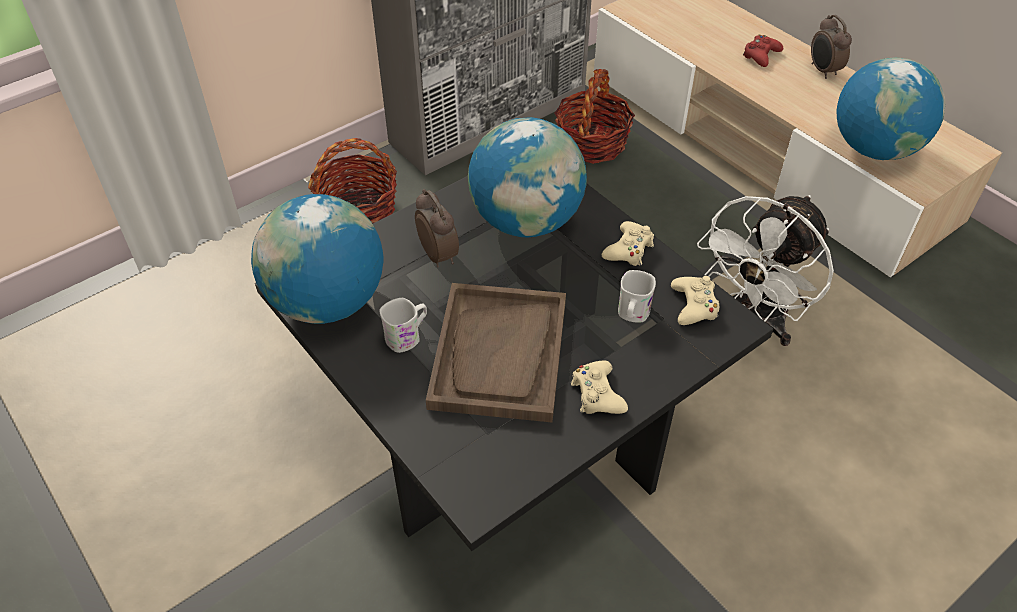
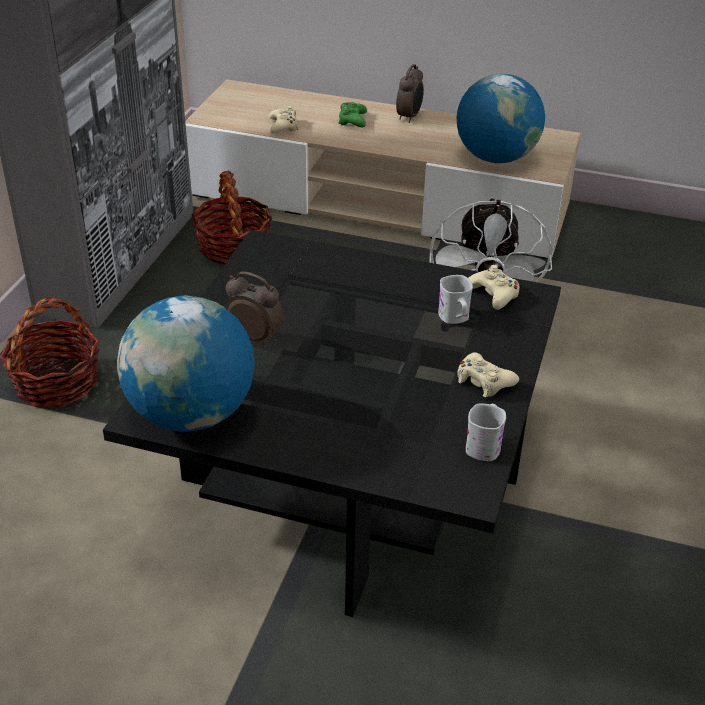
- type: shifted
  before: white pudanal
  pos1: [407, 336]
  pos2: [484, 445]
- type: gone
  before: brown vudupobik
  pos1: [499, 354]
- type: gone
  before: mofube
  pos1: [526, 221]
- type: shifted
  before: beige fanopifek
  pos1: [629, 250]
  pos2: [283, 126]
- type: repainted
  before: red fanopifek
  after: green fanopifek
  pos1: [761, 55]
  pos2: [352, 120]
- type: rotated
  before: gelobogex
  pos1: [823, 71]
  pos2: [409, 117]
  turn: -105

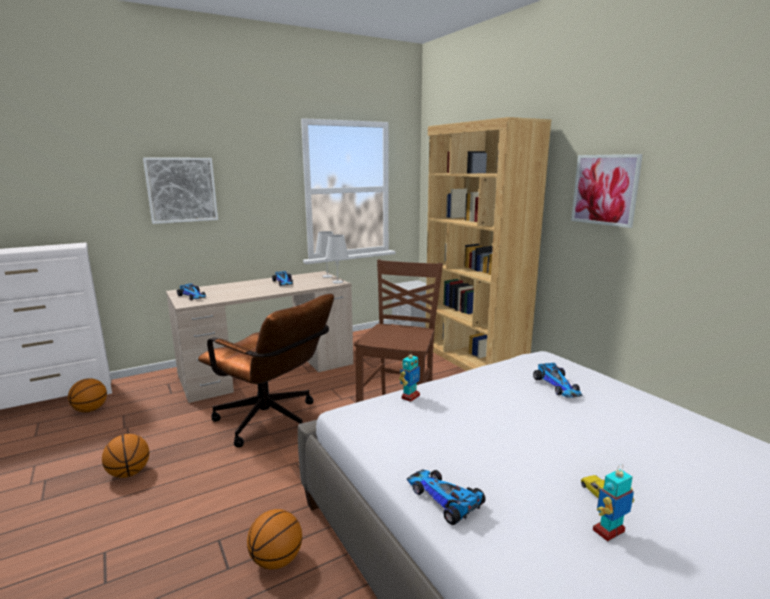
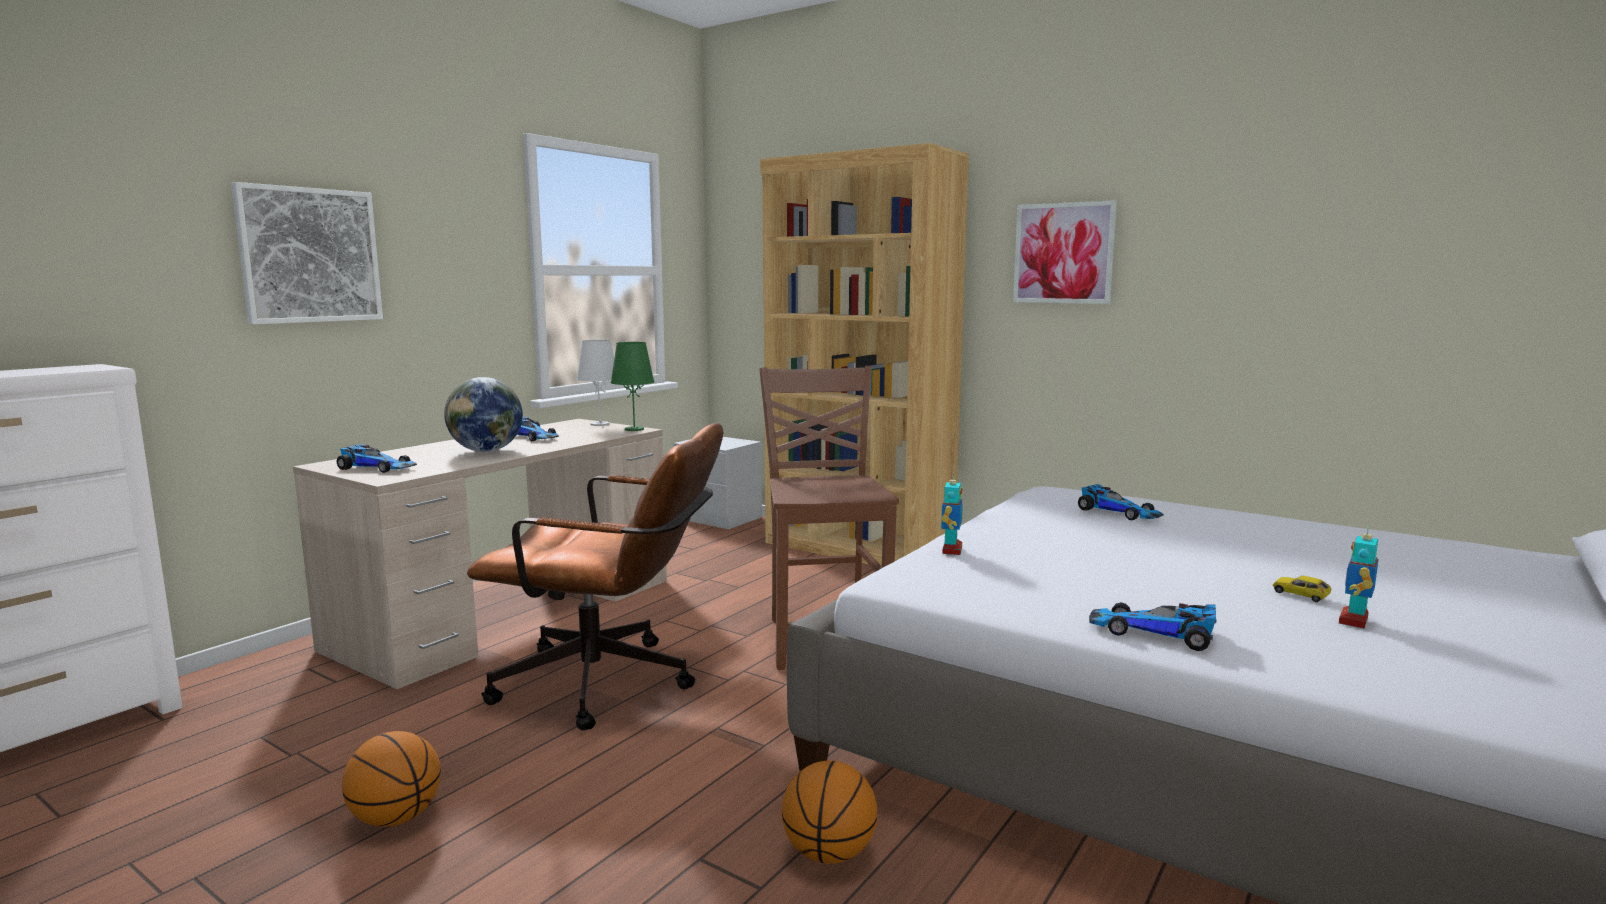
- type: gone
  before: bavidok
  pos1: [90, 410]
- type: repainted
  before: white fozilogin
  after: green fozilogin
  pos1: [337, 282]
  pos2: [634, 429]
- type: new
  after: mofube
  pos2: [486, 451]

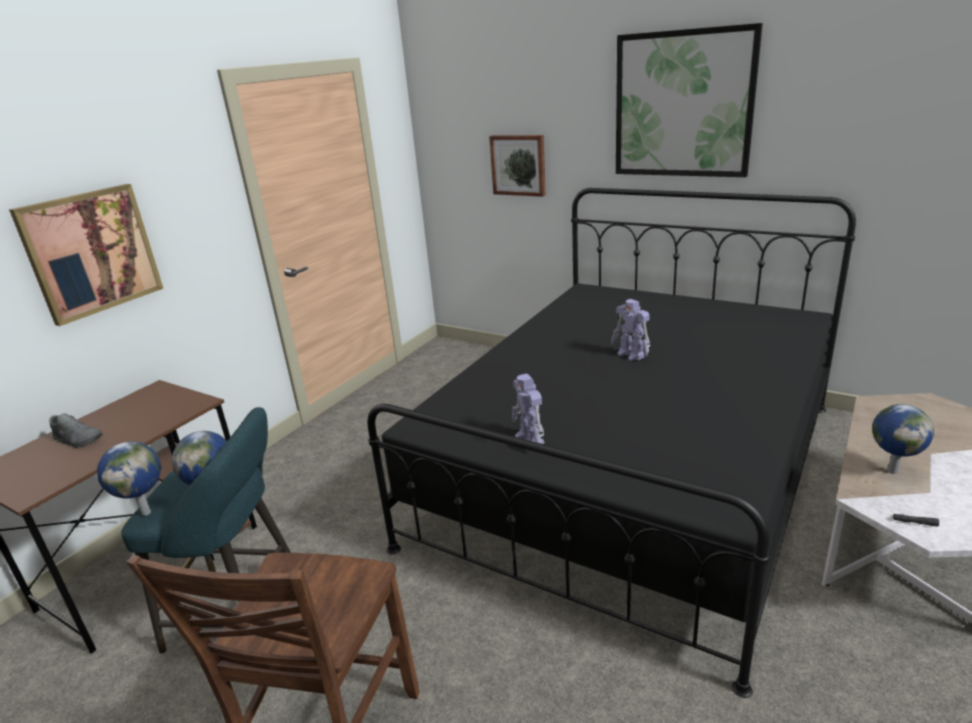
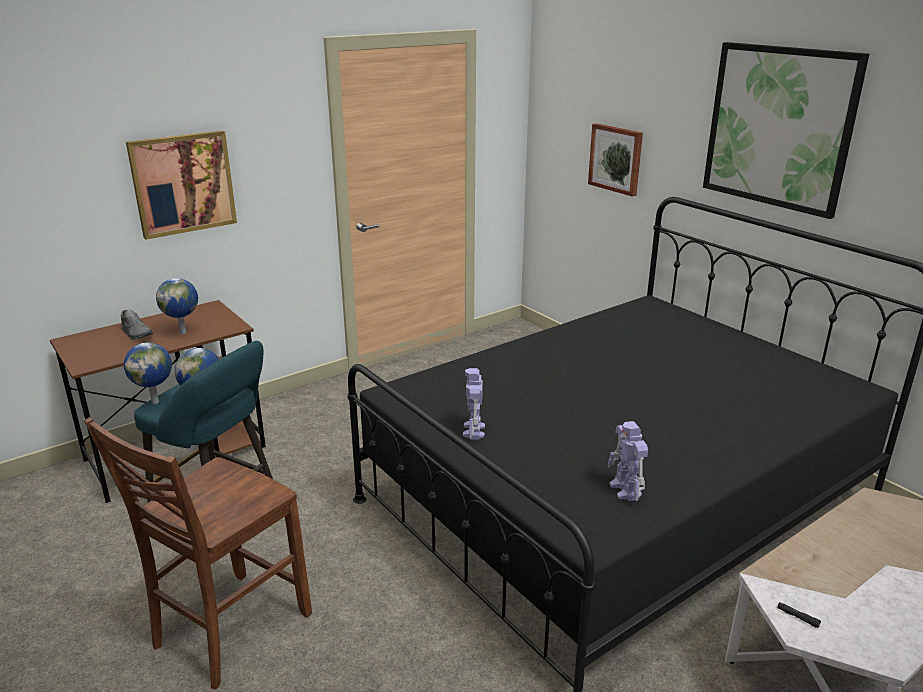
- type: shifted
  before: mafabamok
  pos1: [631, 355]
  pos2: [625, 490]
- type: shifted
  before: mofube
  pos1: [892, 470]
  pos2: [184, 332]

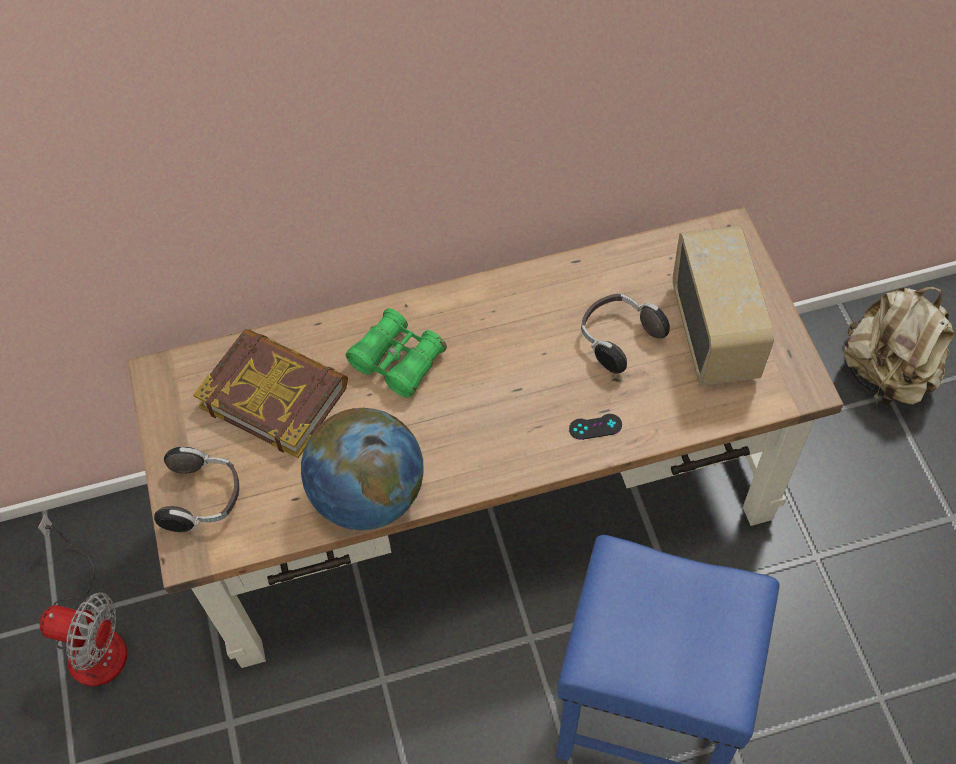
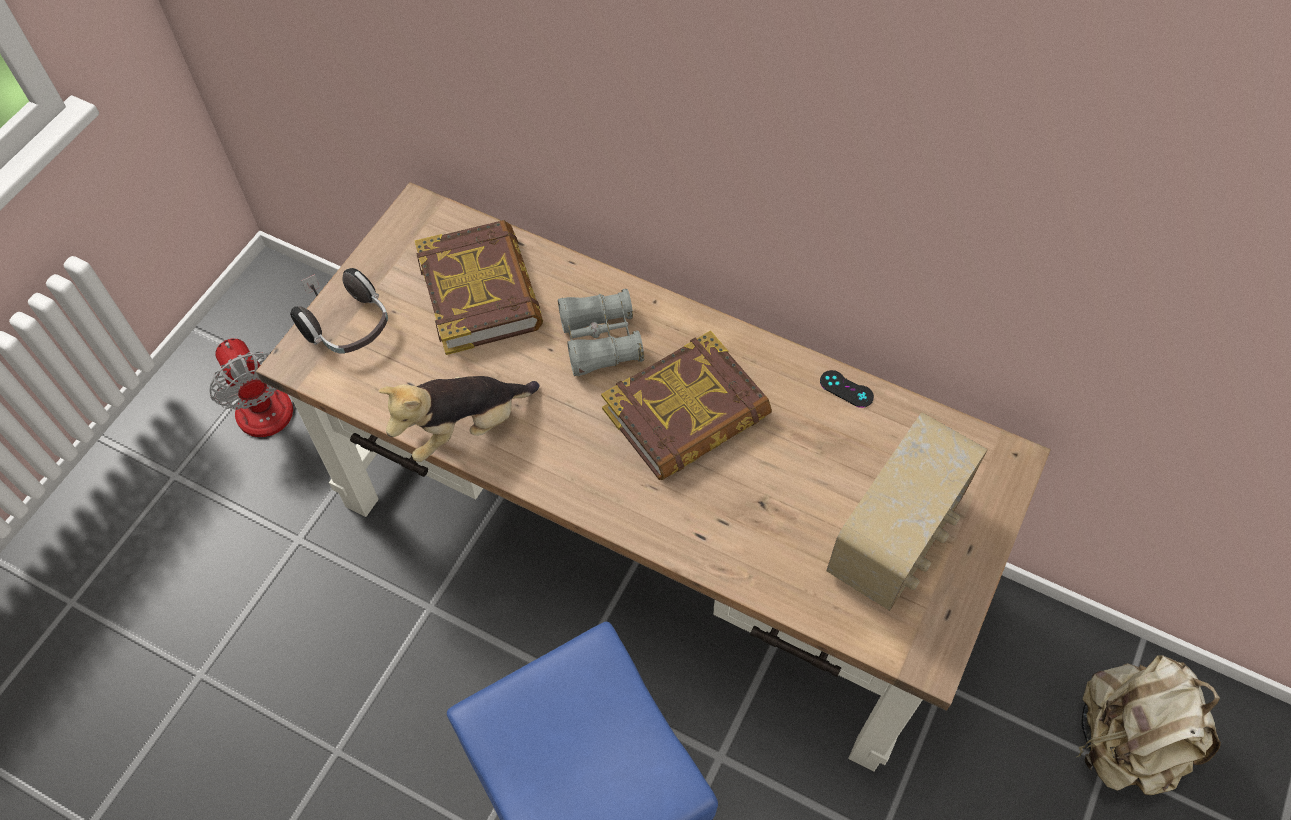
- type: swapped
  before: mofube
  after: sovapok
  pos1: [369, 495]
  pos2: [465, 428]
- type: repainted
  before: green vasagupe
  after: grey vasagupe
  pos1: [398, 361]
  pos2: [600, 341]
- type: shifted
  before: black fanopifek
  pos1: [595, 427]
  pos2: [846, 389]
- type: gone
  before: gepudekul
  pos1: [618, 338]
- type: new
  after: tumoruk
  pos2: [686, 414]

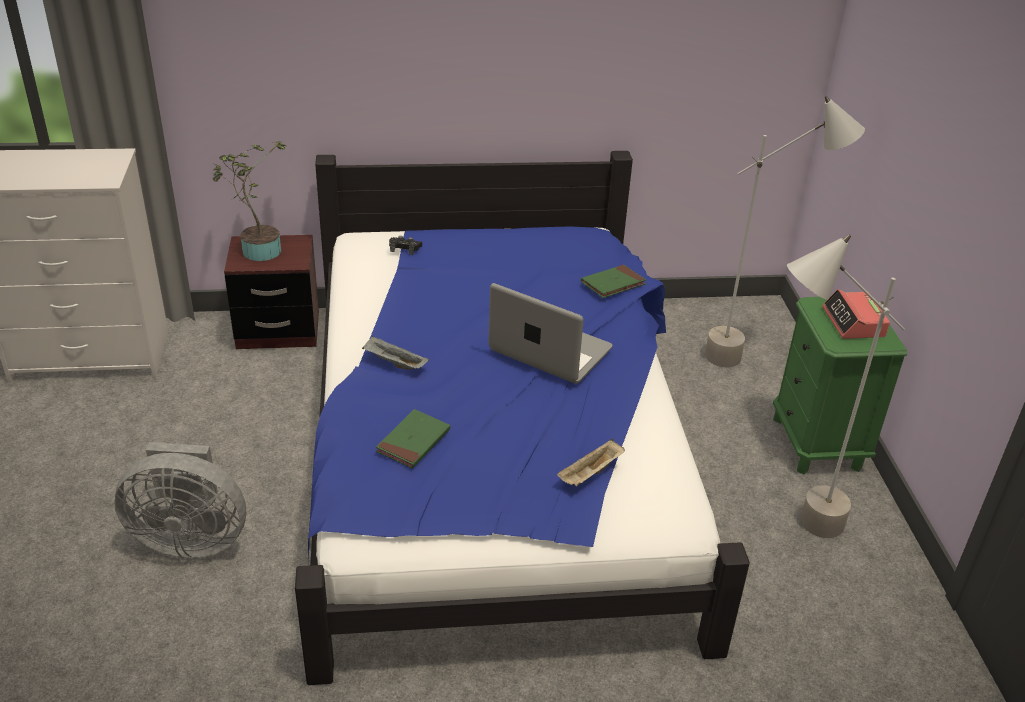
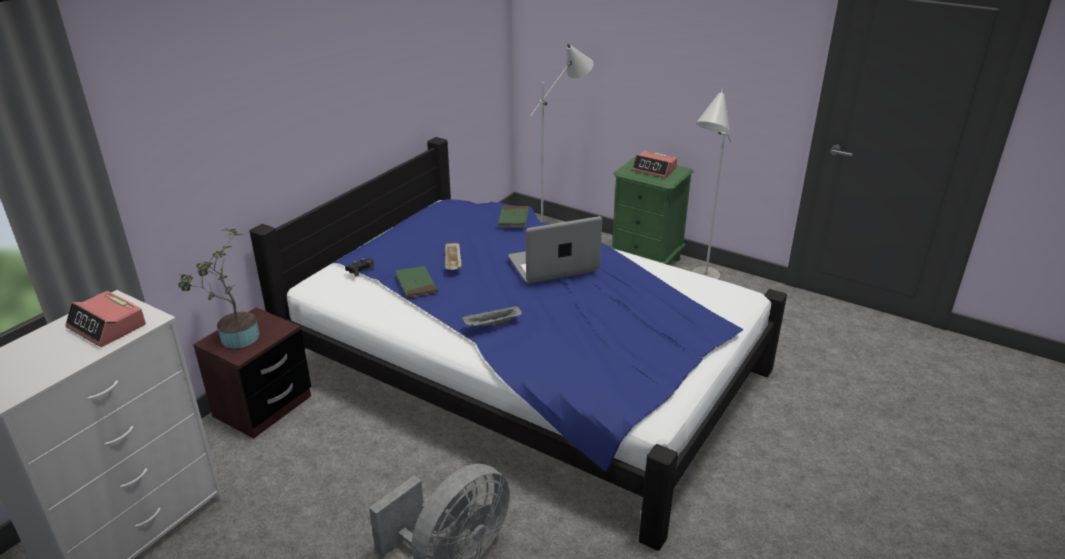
- type: shifted
  before: green tumoruk
  pos1: [413, 441]
  pos2: [416, 284]
- type: shifted
  before: beige vudupobik
  pos1: [590, 474]
  pos2: [453, 264]
- type: new
  after: gelobogex
  pos2: [107, 326]

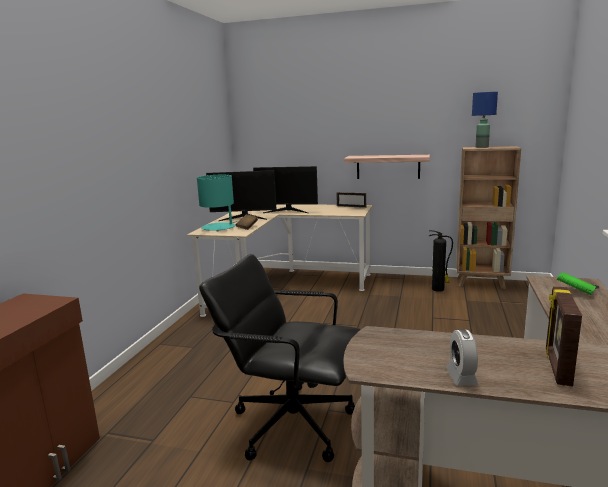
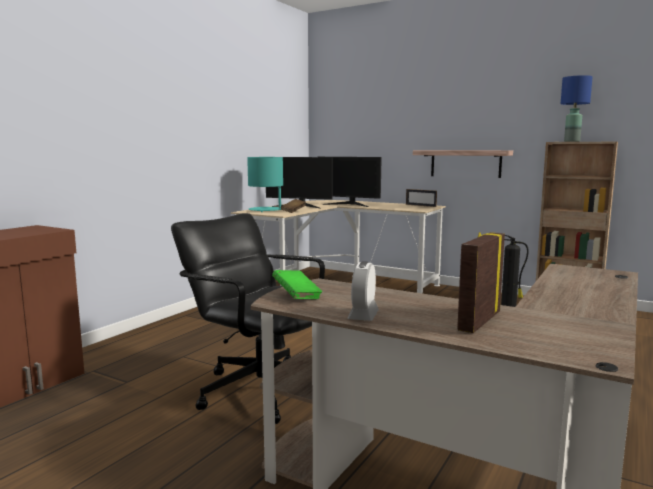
- type: shifted
  before: green tumoruk
  pos1: [575, 292]
  pos2: [297, 296]

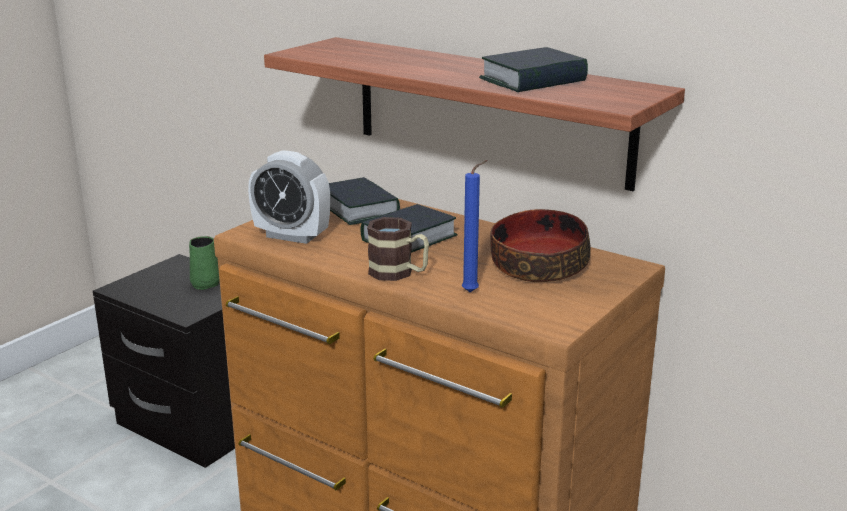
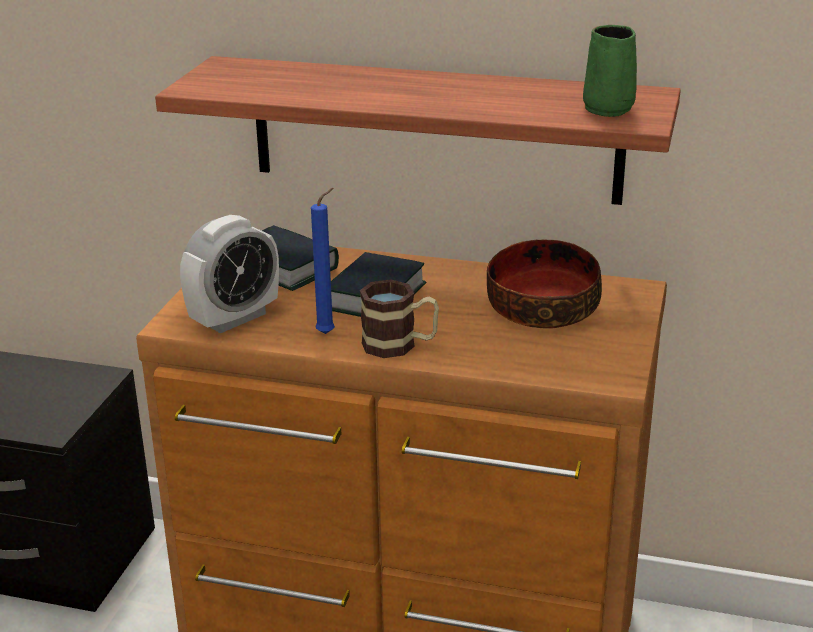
- type: shifted
  before: green pudanal
  pos1: [207, 283]
  pos2: [608, 108]
- type: rotated
  before: gelobogex
  pos1: [291, 236]
  pos2: [234, 318]
  turn: -45
- type: shifted
  before: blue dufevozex
  pos1: [473, 292]
  pos2: [328, 333]
- type: gone
  before: tumoruk
  pos1: [533, 80]

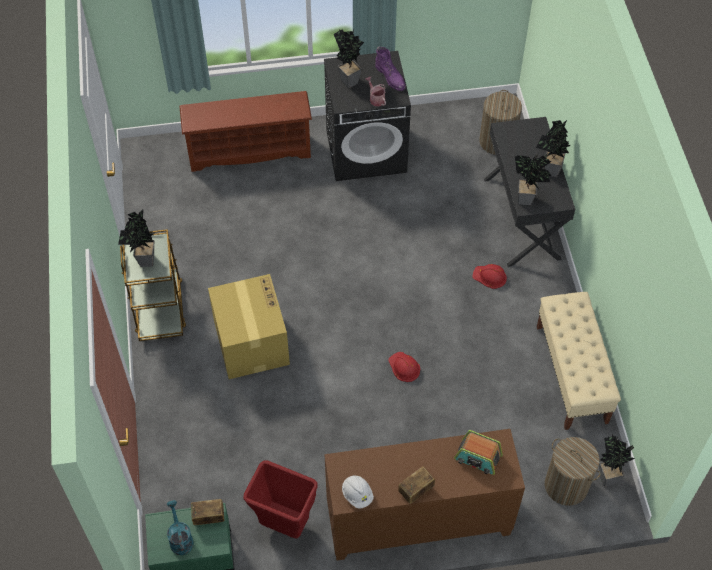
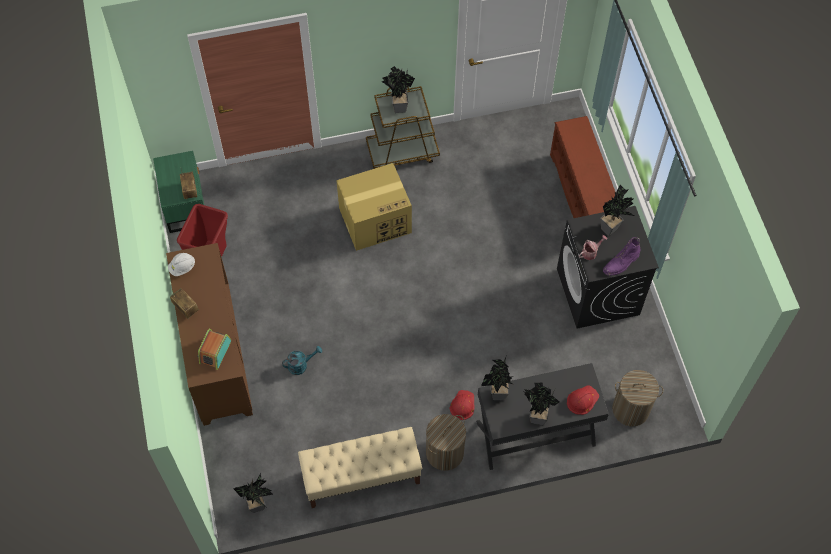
- type: shifted
  before: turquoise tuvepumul
  pos1: [180, 538]
  pos2: [301, 365]
- type: shifted
  before: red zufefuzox
  pos1: [404, 367]
  pos2: [582, 400]
- type: shifted
  before: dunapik
  pos1: [566, 485]
  pos2: [444, 453]

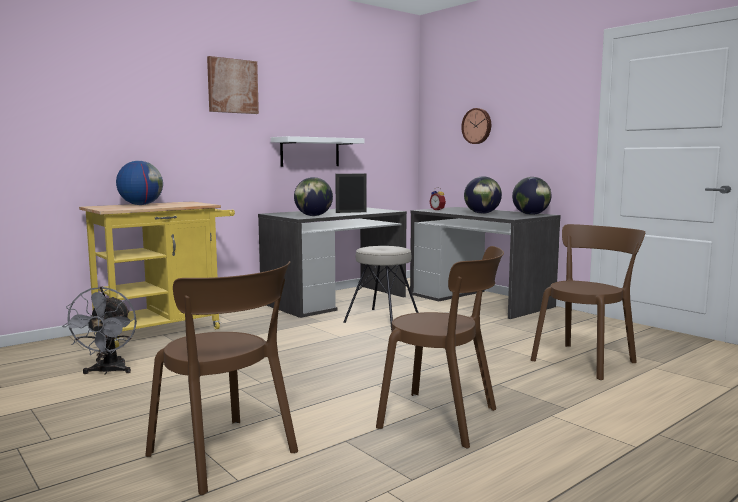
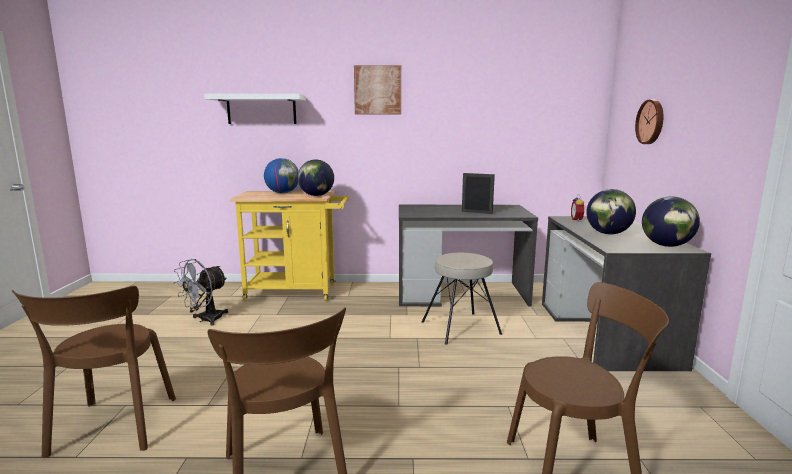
- type: shifted
  before: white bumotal
  pos1: [310, 152]
  pos2: [261, 109]
- type: shifted
  before: mofube
  pos1: [313, 216]
  pos2: [316, 195]

